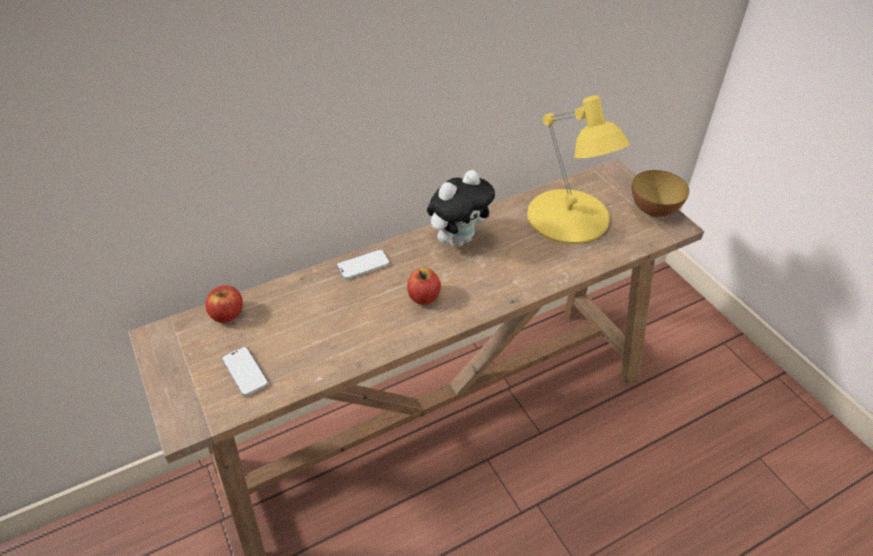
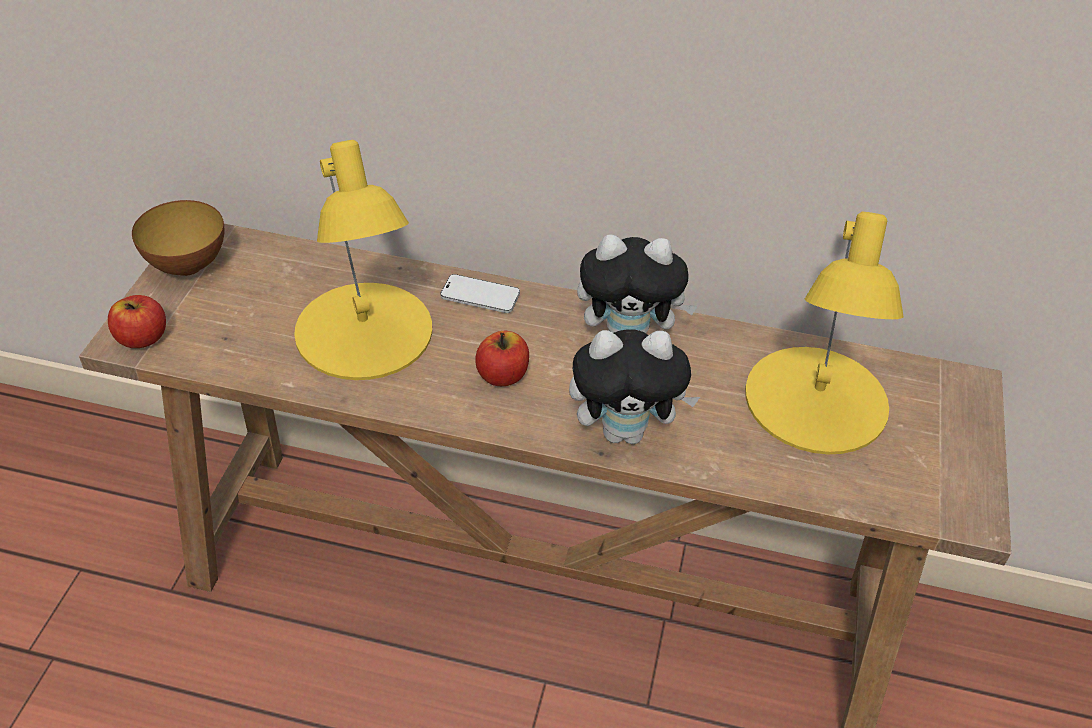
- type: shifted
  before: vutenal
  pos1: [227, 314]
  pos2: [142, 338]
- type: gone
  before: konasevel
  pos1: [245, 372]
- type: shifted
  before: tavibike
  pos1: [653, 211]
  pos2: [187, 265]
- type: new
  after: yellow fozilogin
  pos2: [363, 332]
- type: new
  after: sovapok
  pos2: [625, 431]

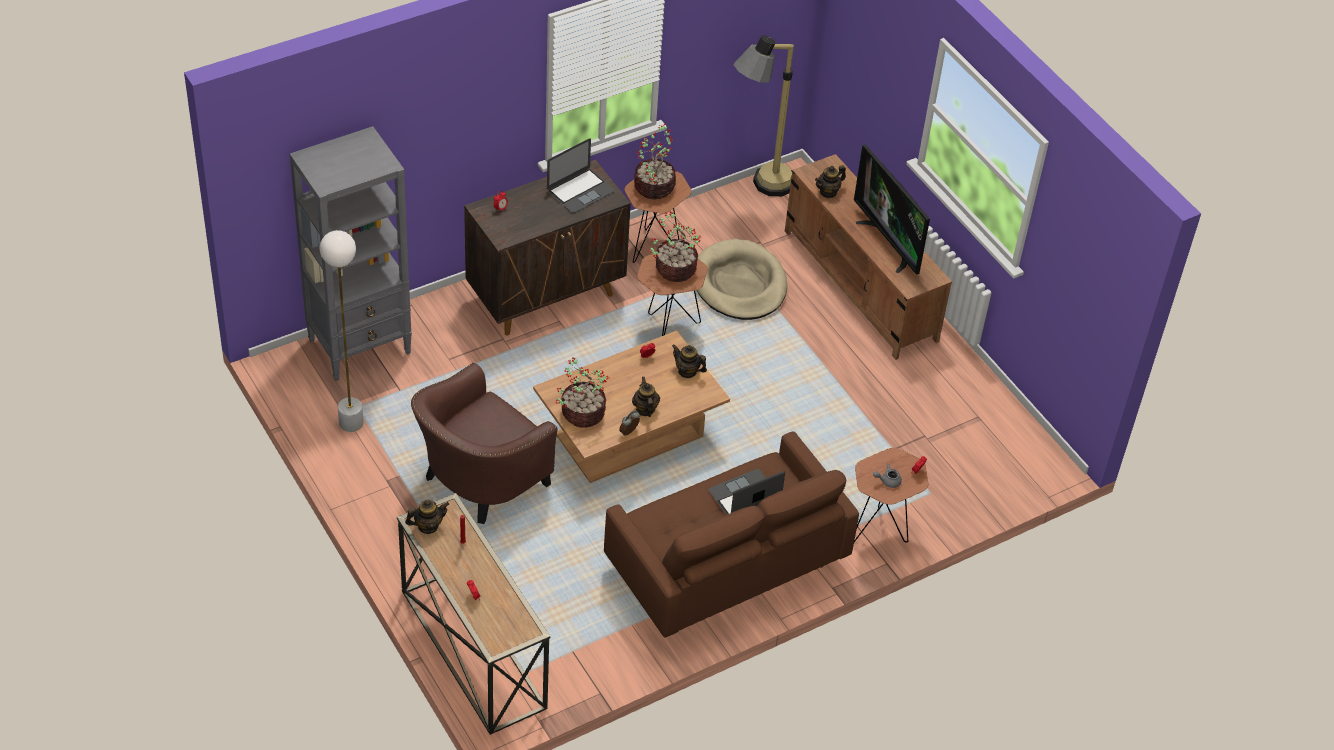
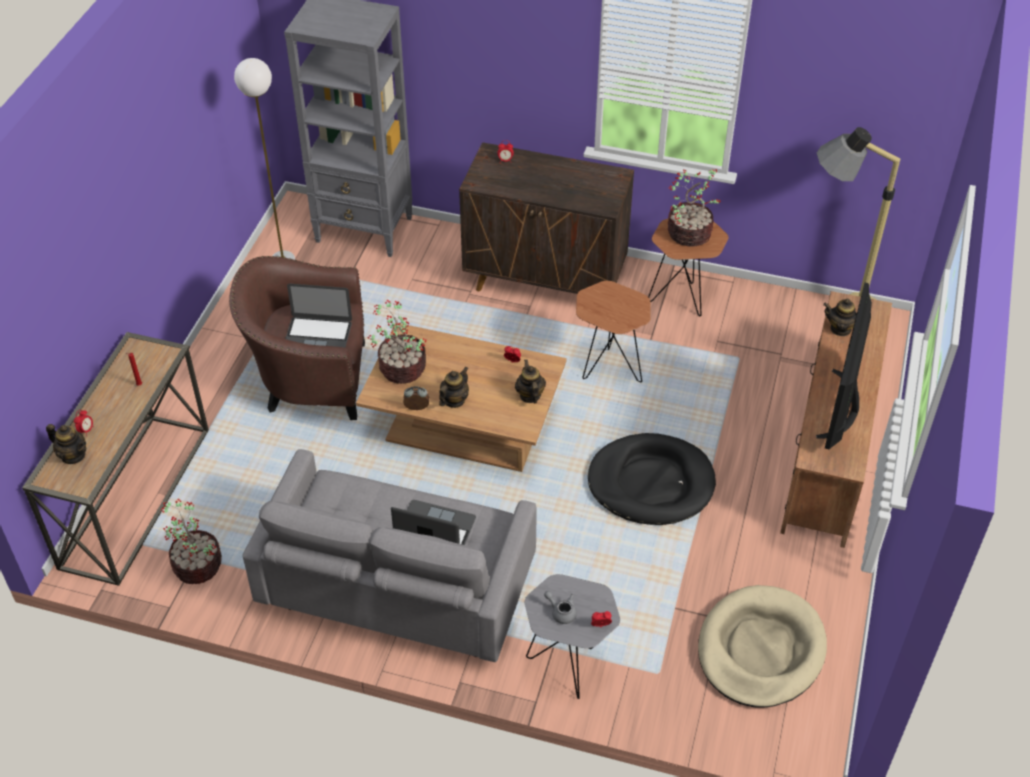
- type: shifted
  before: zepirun
  pos1: [428, 526]
  pos2: [73, 455]
- type: shifted
  before: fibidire
  pos1: [580, 191]
  pos2: [318, 335]
- type: repainted
  before: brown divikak
  after: grey divikak
  pos1: [725, 567]
  pos2: [397, 589]
- type: shifted
  before: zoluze
  pos1: [674, 269]
  pos2: [196, 565]
- type: shifted
  before: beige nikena
  pos1: [739, 284]
  pos2: [760, 650]
- type: repainted
  before: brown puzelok
  after: grey puzelok
  pos1: [880, 530]
  pos2: [569, 668]
- type: new
  after: black nikena
  pos2: [651, 483]

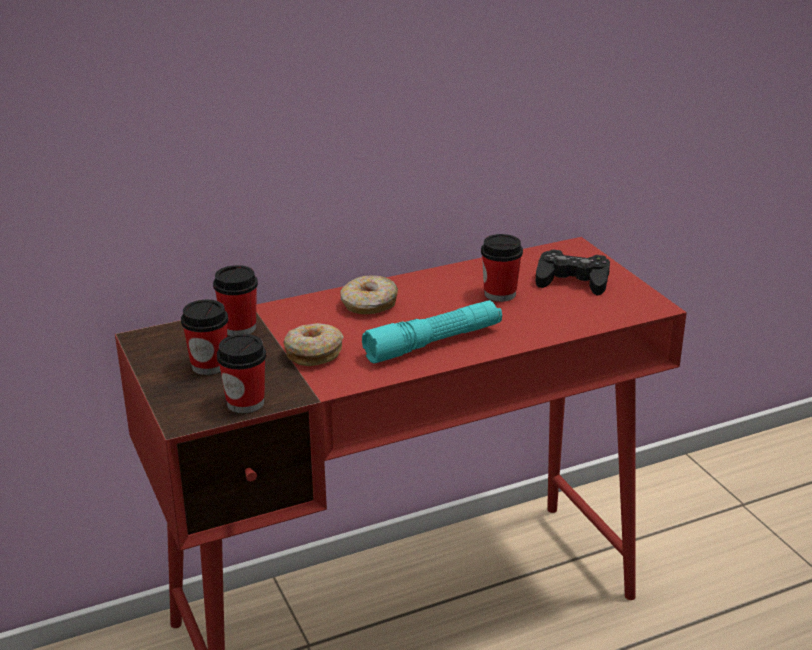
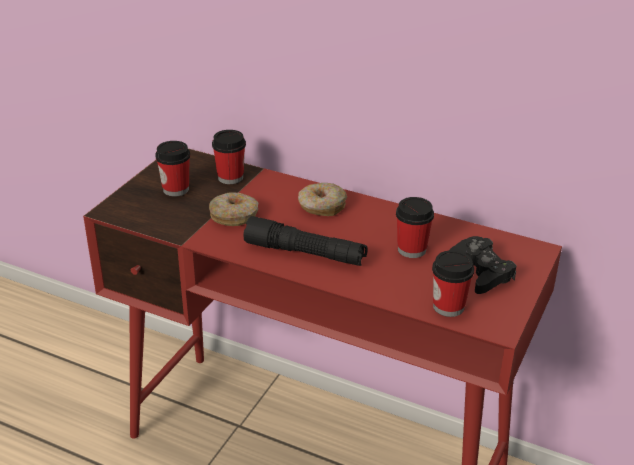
- type: shifted
  before: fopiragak
  pos1: [245, 403]
  pos2: [448, 307]
- type: repainted
  before: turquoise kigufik
  after: black kigufik
  pos1: [433, 343]
  pos2: [305, 253]

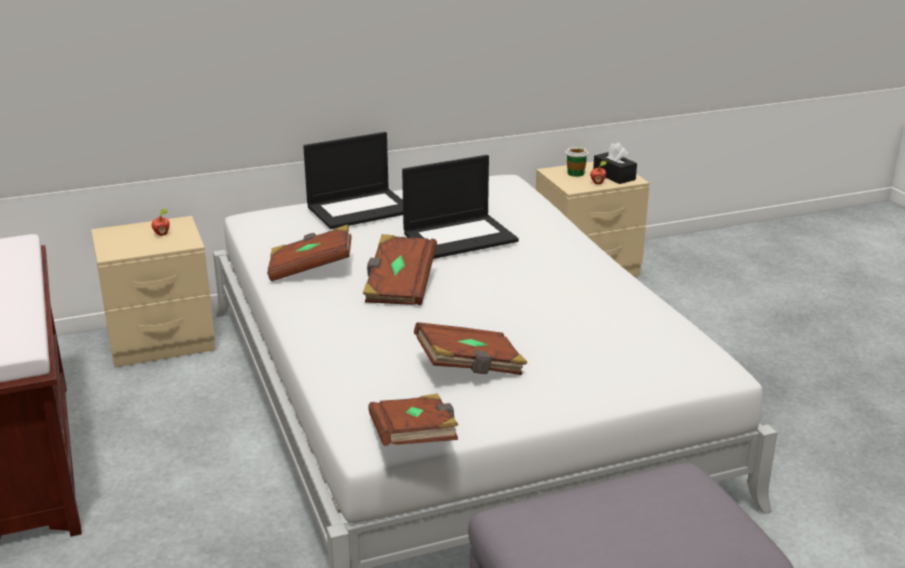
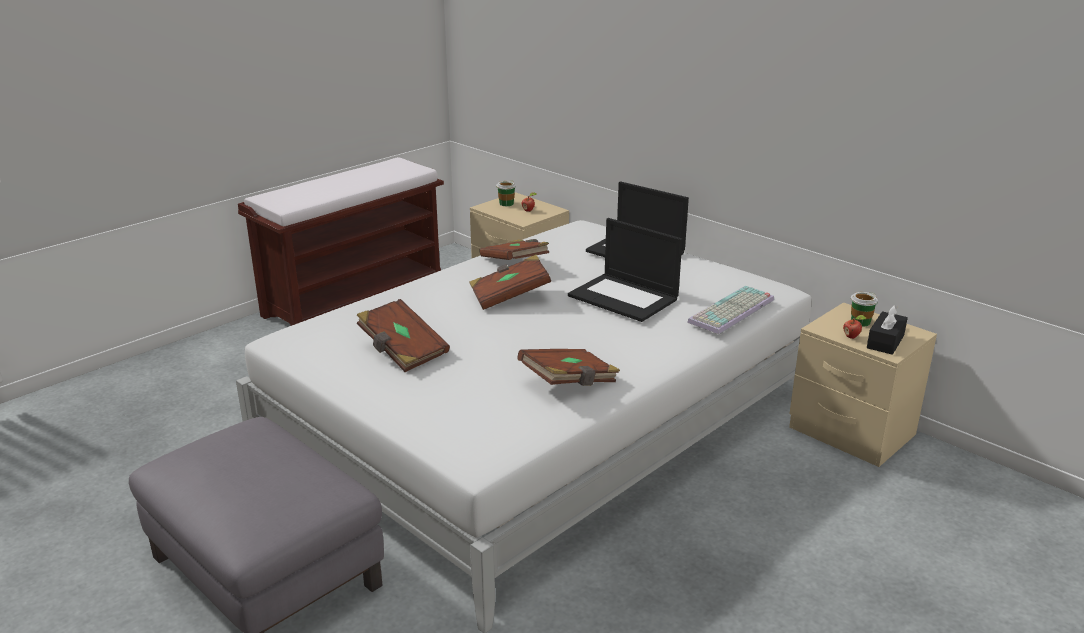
- type: shifted
  before: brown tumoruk
  pos1: [414, 440]
  pos2: [569, 383]
- type: new
  after: fopiragak
  pos2: [506, 204]
- type: new
  after: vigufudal
  pos2: [732, 312]

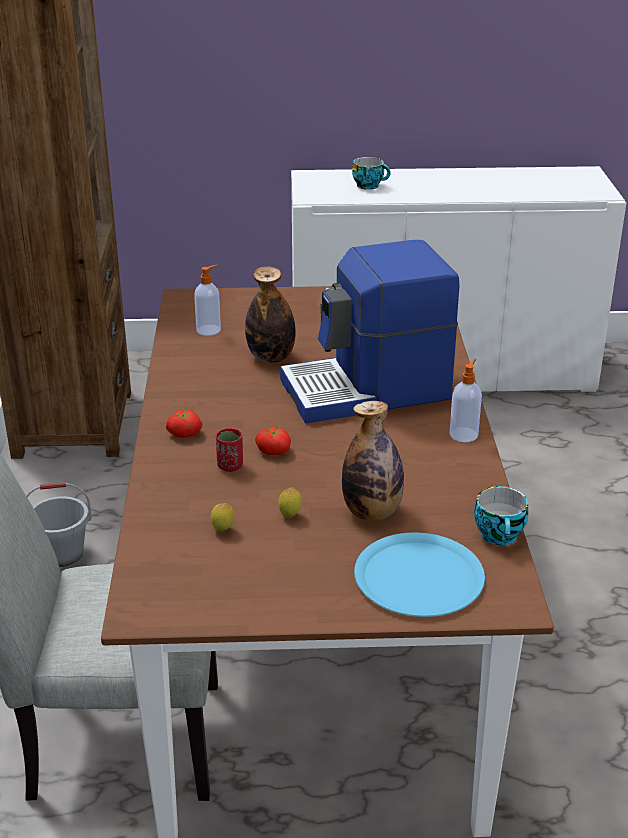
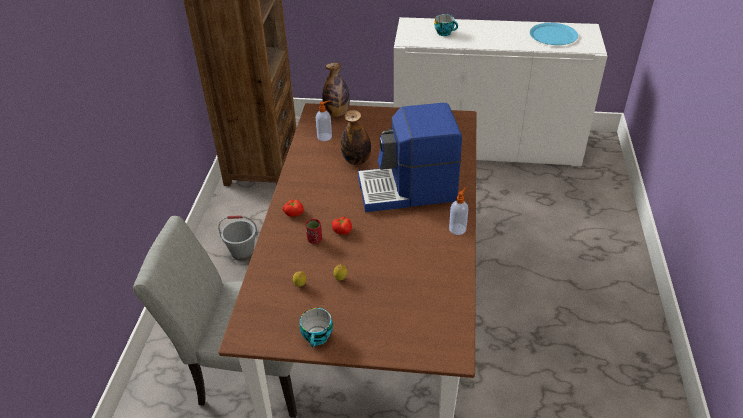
- type: shifted
  before: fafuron
  pos1: [372, 512]
  pos2: [337, 113]
- type: shifted
  before: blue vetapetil
  pos1: [419, 577]
  pos2: [553, 35]
- type: shifted
  before: fopiragak
  pos1: [500, 536]
  pos2: [318, 337]

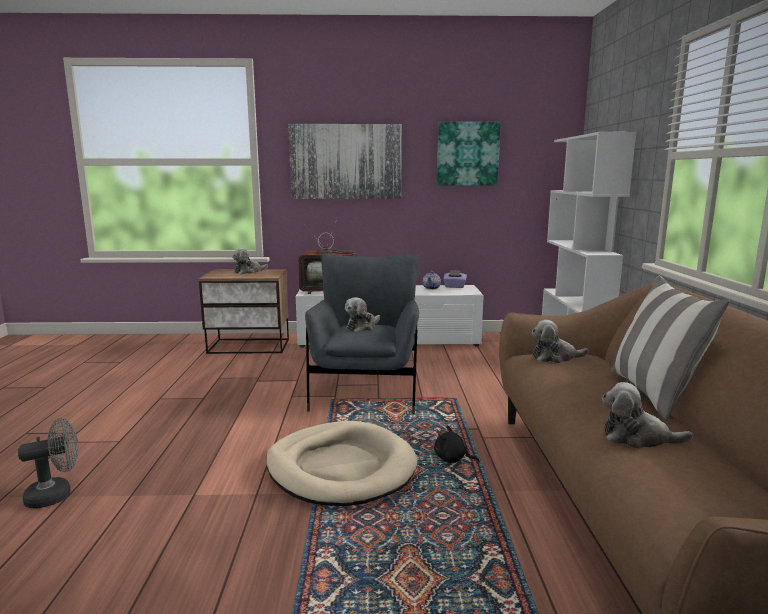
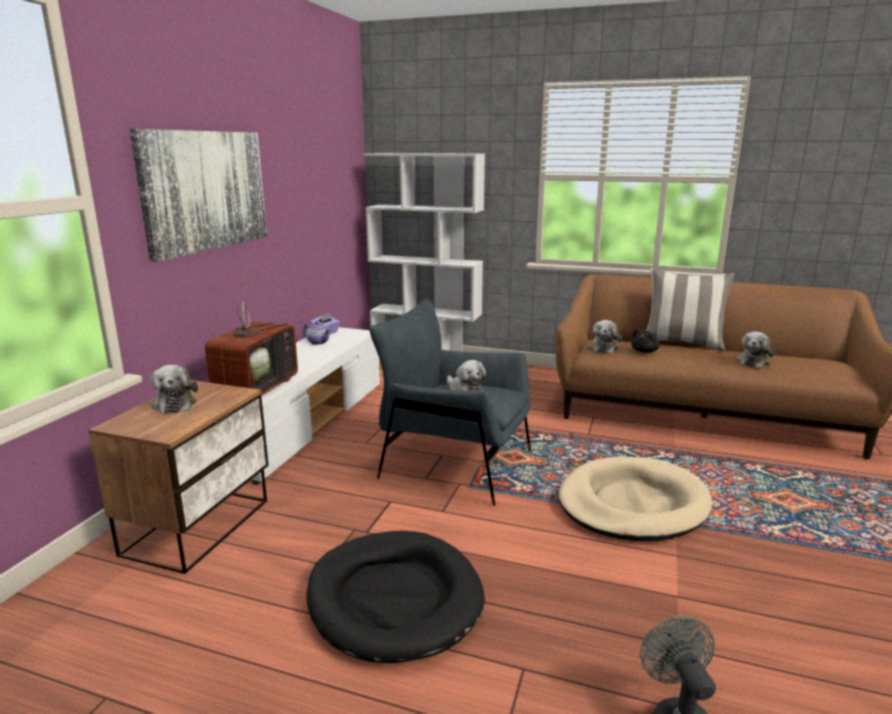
- type: shifted
  before: black sovapok
  pos1: [452, 459]
  pos2: [645, 351]
- type: gone
  before: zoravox
  pos1: [467, 154]
- type: new
  after: black nikena
  pos2: [394, 598]

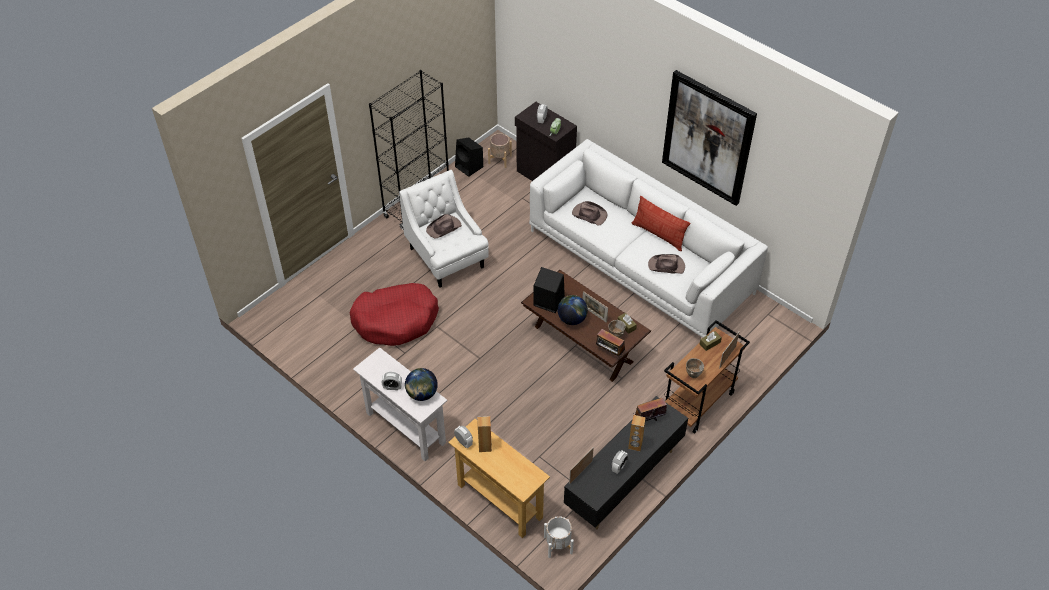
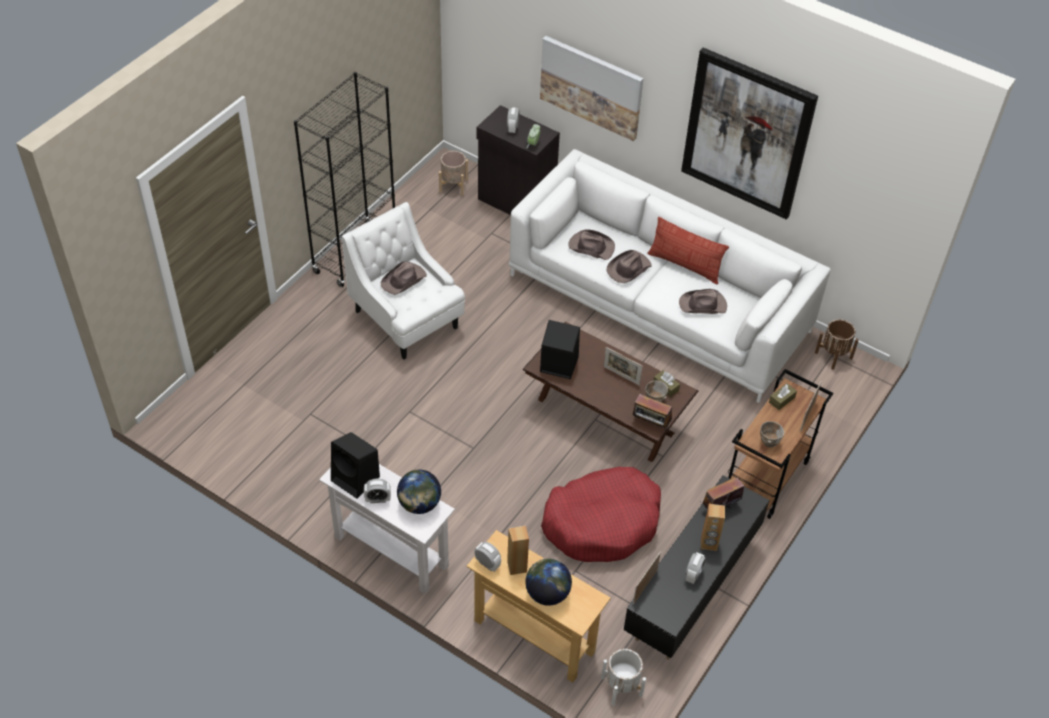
- type: shifted
  before: red nikena
  pos1: [396, 320]
  pos2: [602, 522]
- type: shifted
  before: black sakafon
  pos1: [469, 167]
  pos2: [356, 479]
- type: shifted
  before: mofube
  pos1: [572, 319]
  pos2: [547, 594]
- type: new
  after: zoravox
  pos2: [591, 87]
- type: new
  after: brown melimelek
  pos2: [628, 268]
- type: new
  after: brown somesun
  pos2: [833, 355]

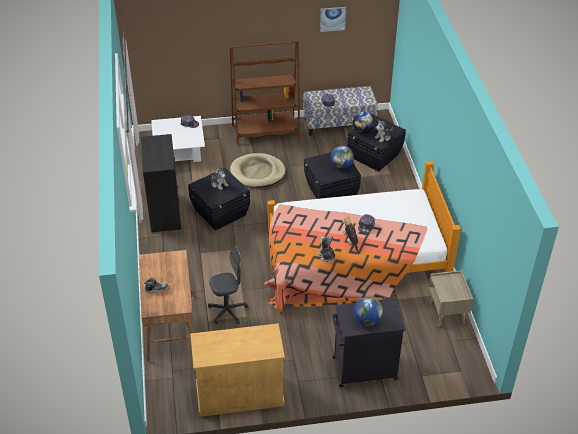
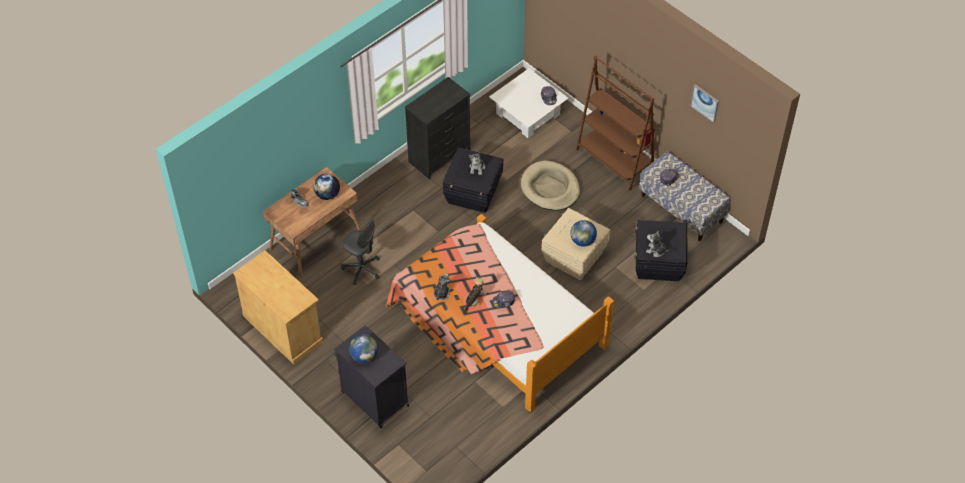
- type: repainted
  before: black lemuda
  after: beige lemuda
  pos1: [330, 192]
  pos2: [573, 257]
- type: shifted
  before: mofube
  pos1: [363, 131]
  pos2: [327, 194]
- type: gone
  before: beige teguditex
  pos1: [447, 313]

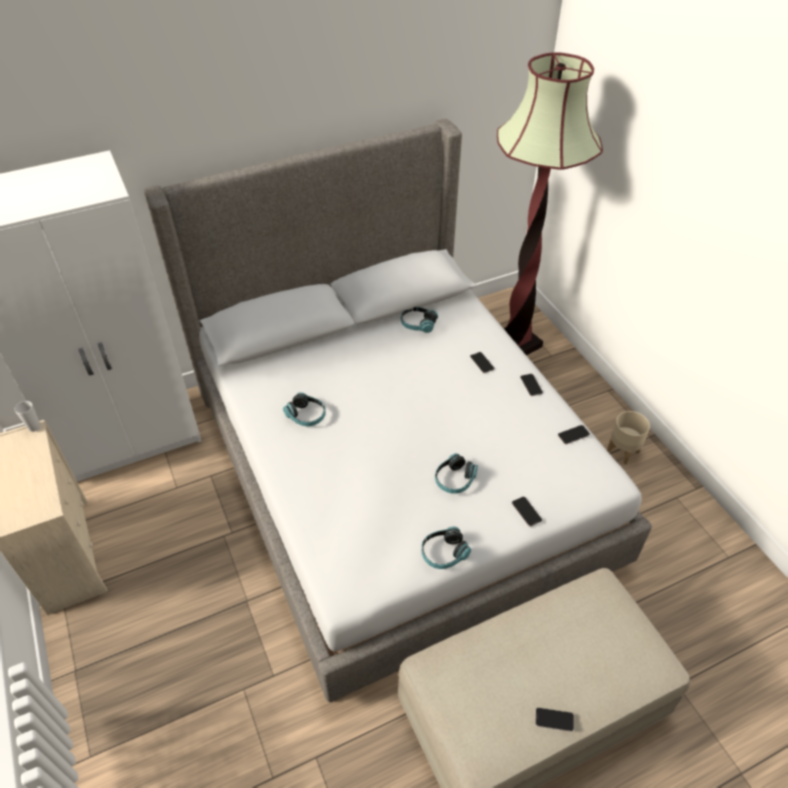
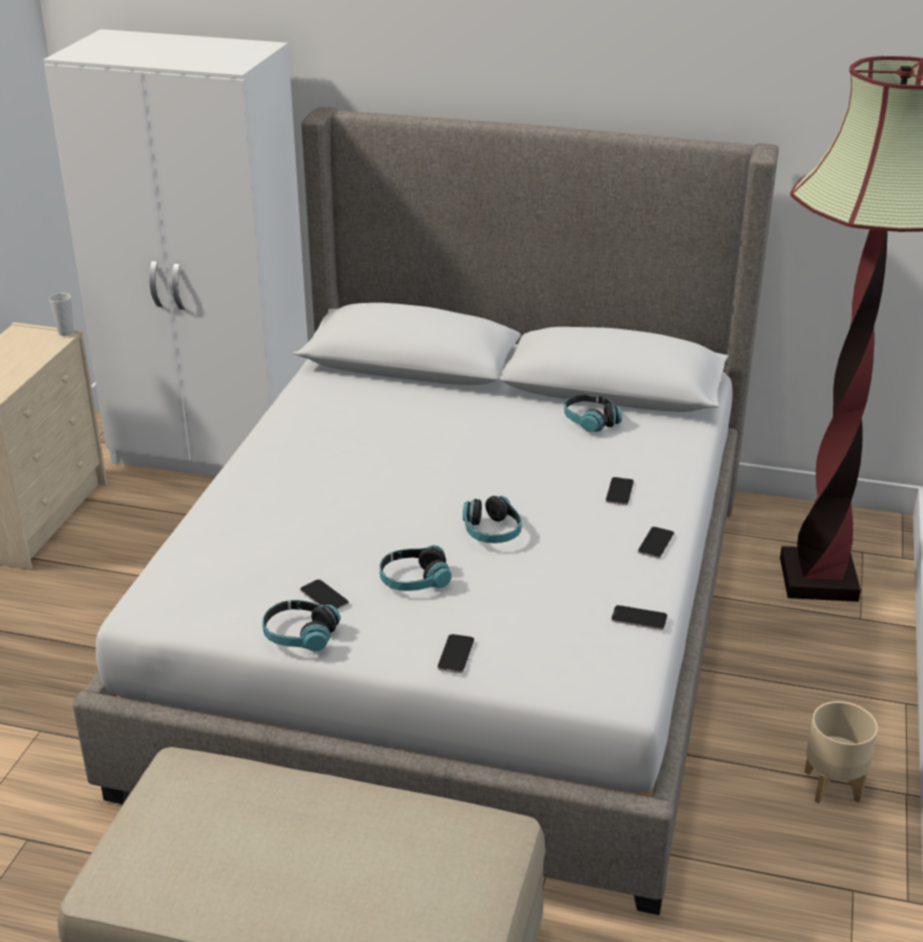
- type: shifted
  before: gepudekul
  pos1: [306, 415]
  pos2: [492, 531]
- type: shifted
  before: konasevel
  pos1: [554, 719]
  pos2: [324, 597]

